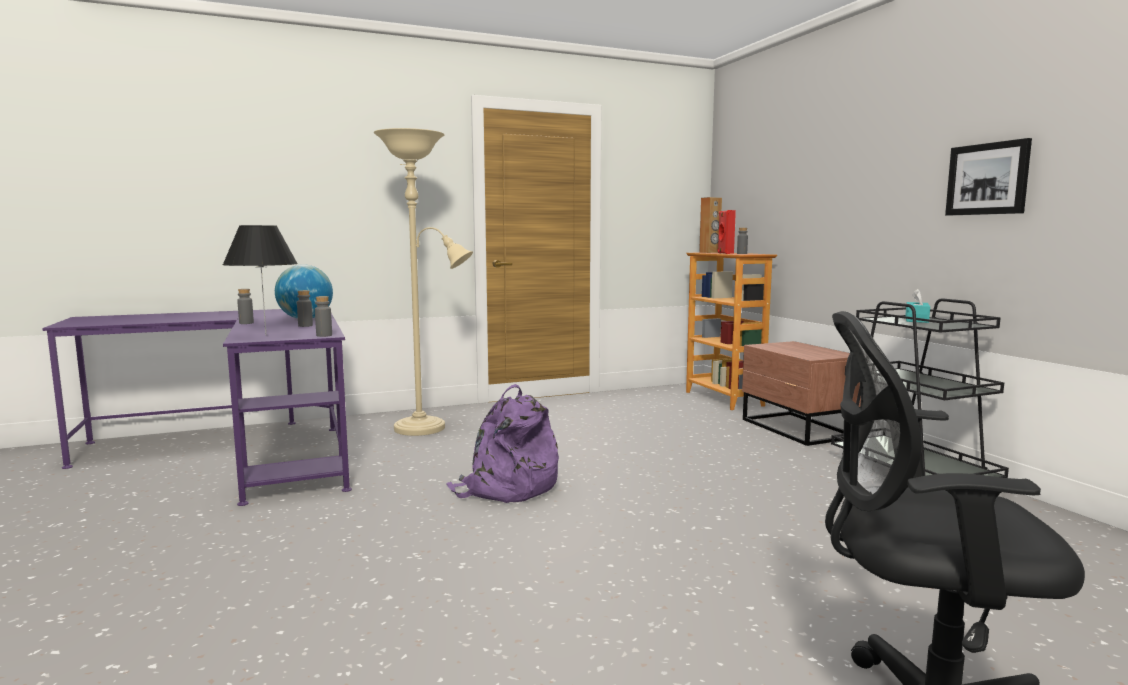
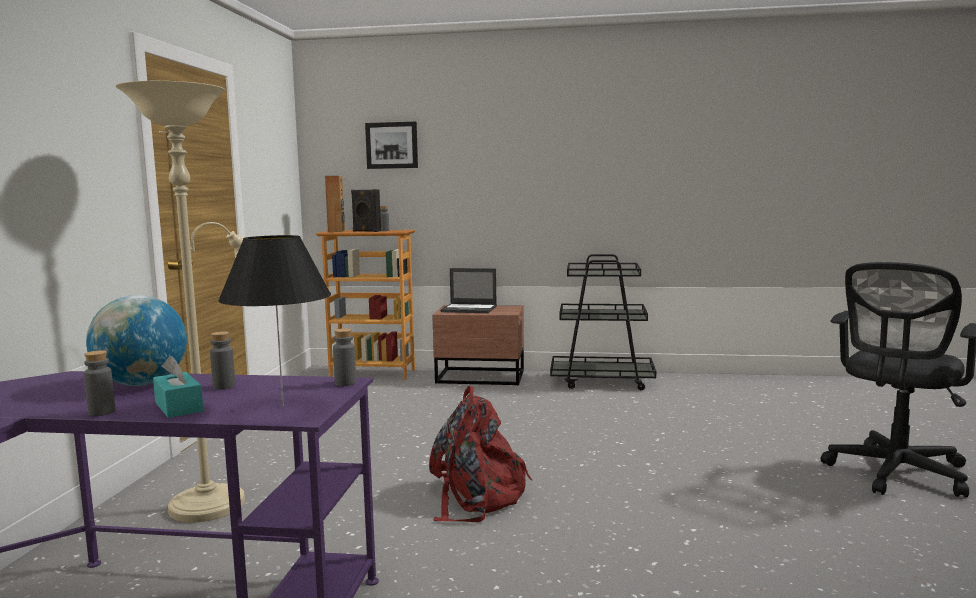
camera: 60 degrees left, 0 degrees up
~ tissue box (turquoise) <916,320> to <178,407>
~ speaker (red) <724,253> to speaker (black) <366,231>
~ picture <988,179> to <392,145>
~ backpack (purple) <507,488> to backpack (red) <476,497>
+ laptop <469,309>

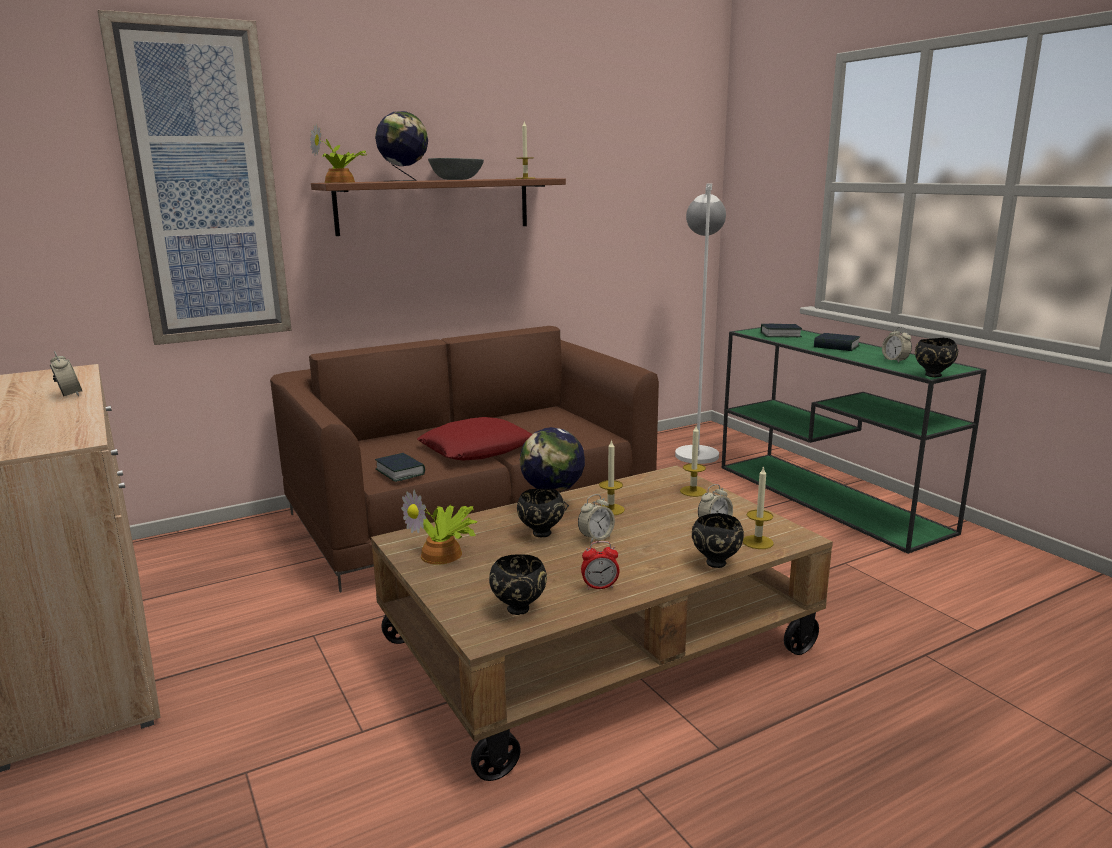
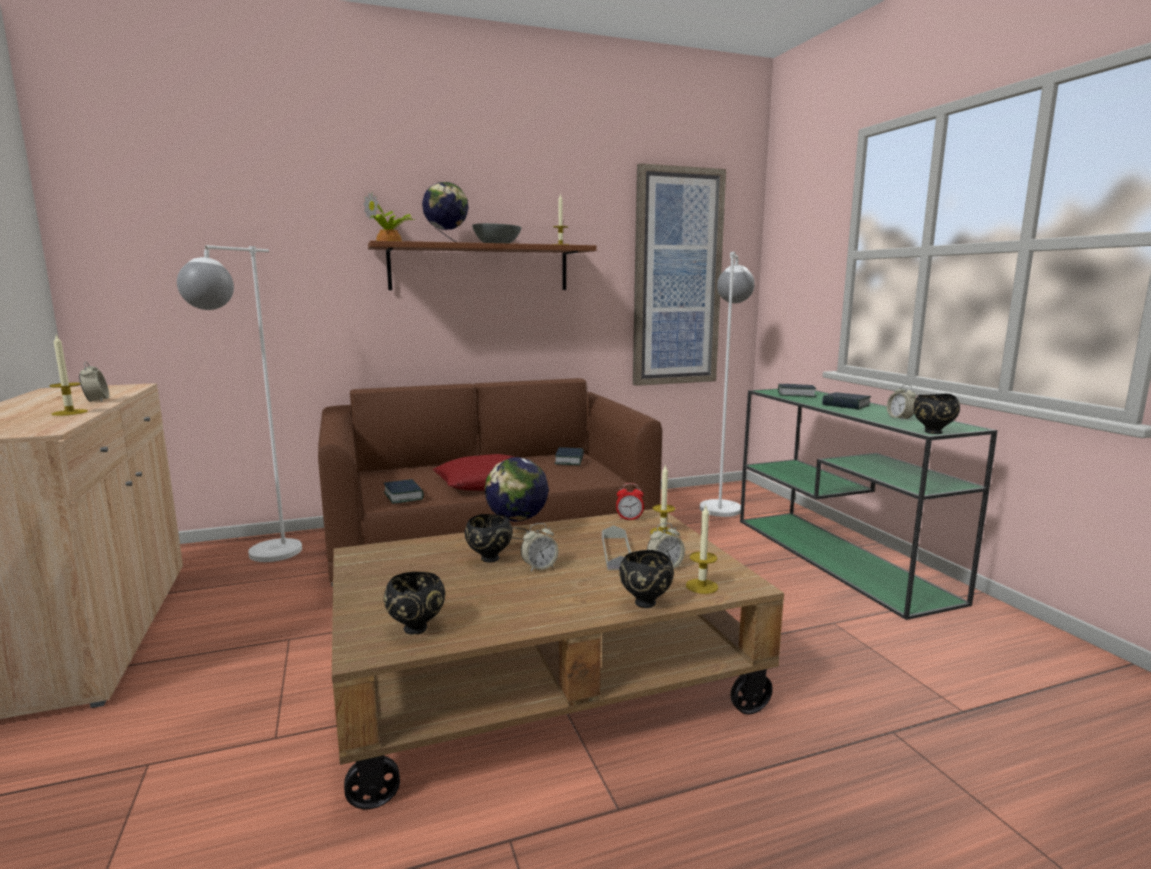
camera: 10 degrees right, 5 degrees down
~ candle <610,509> to <70,412>
+ floor lamp (white) <262,559>
+ book <569,460>
+ tray (grey) <616,553>
~ alarm clock <600,587> to <629,519>
~ picture <202,185> to <676,278>
- potted plant <444,554>

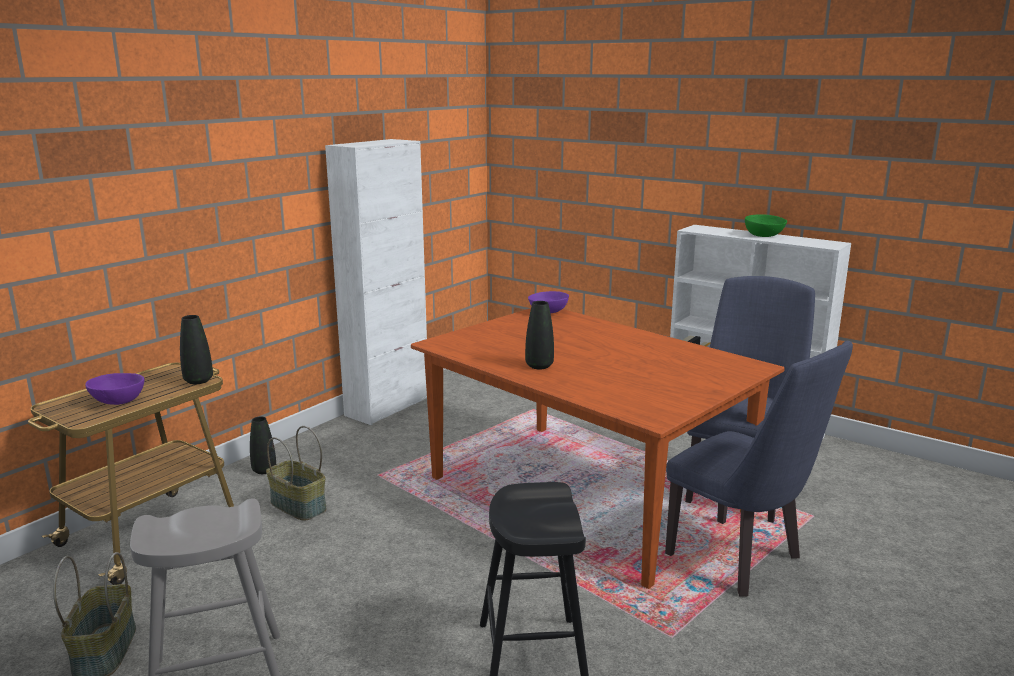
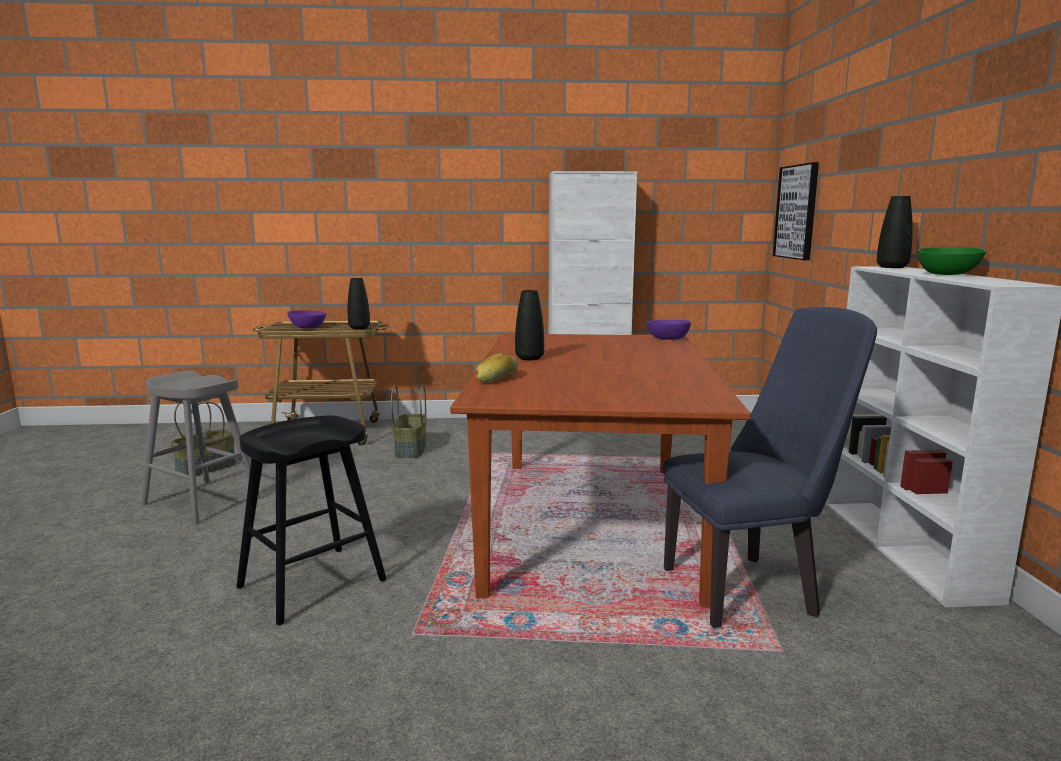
camera: 50 degrees right, 5 degrees down
+ bread <497,378>
+ picture <797,212>
~ vase (black) <264,470> to <892,267>
- chair (blue) <742,560>

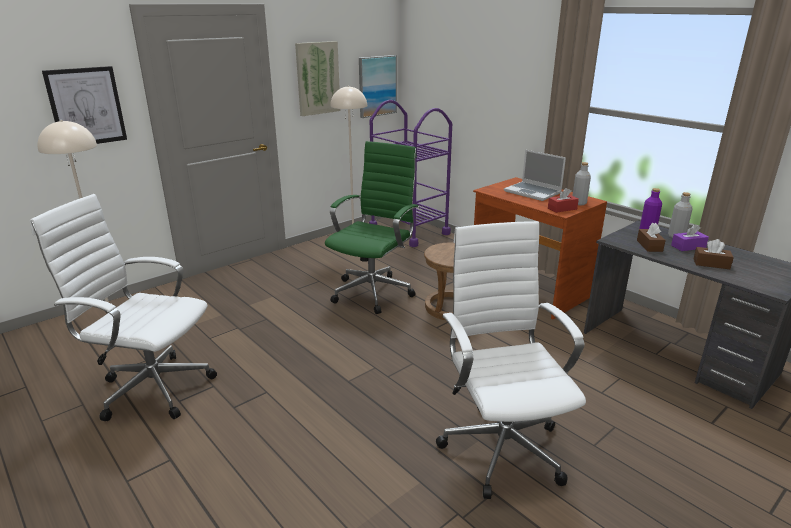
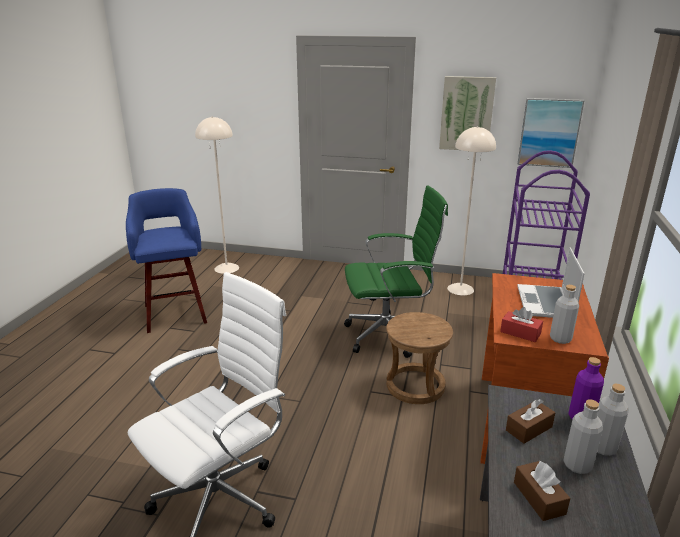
camera: 55 degrees right, 0 degrees up
~ office chair (white) <151,388> to stool (blue) <175,312>
~ tissue box (purple) <688,247> to bottle (grey) <577,465>
- picture <86,106>

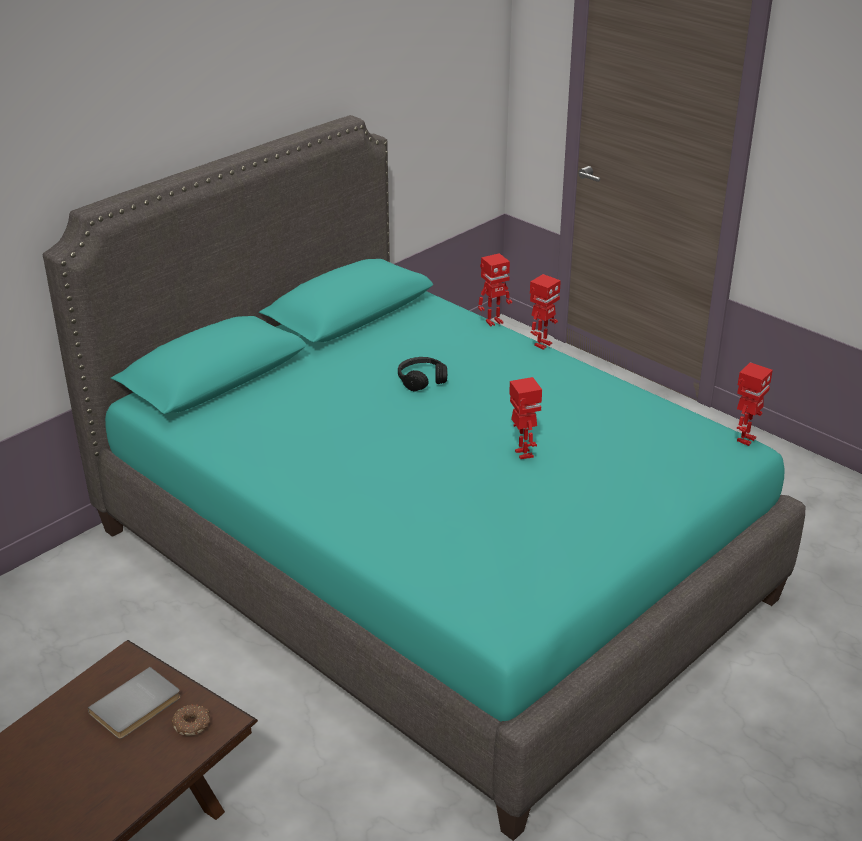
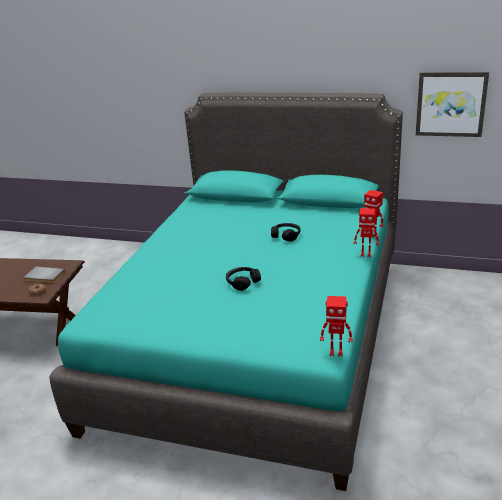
camera: 65 degrees right, 5 degrees down
~ toy robot <523,454> to headphones (black) <242,282>
+ picture <450,104>

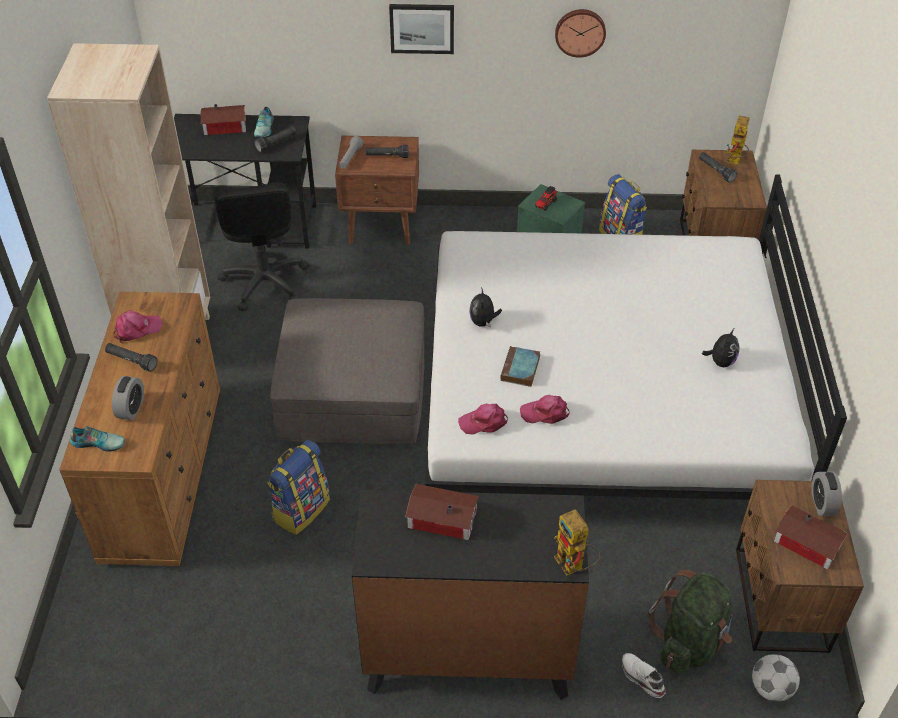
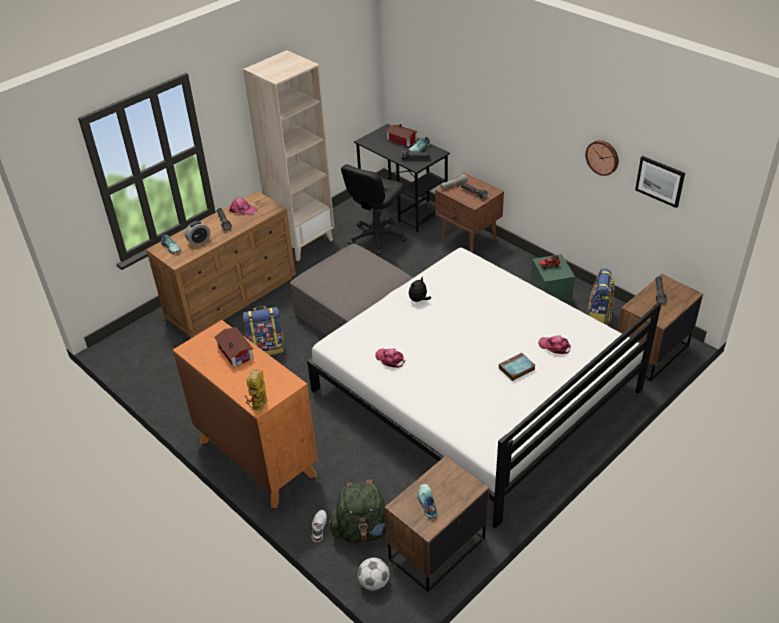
camera: 45 degrees right, 5 degrees down
~ dresser (black) <467,655> to dresser (orange) <257,458>
~ toy house <808,546> to shoe <426,503>
~ book <520,370> to <516,369>
~ cap (pink) <484,422> to <554,346>
~ picture <422,28> to <660,181>
- plush toy <720,362>
- toy robot <735,161>
- alarm clock <822,503>

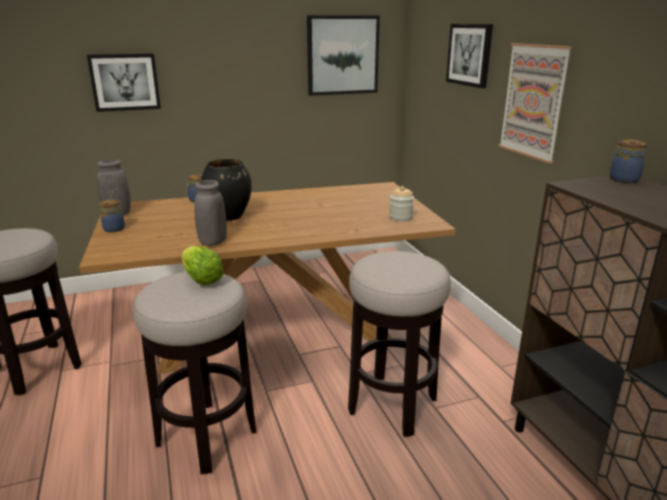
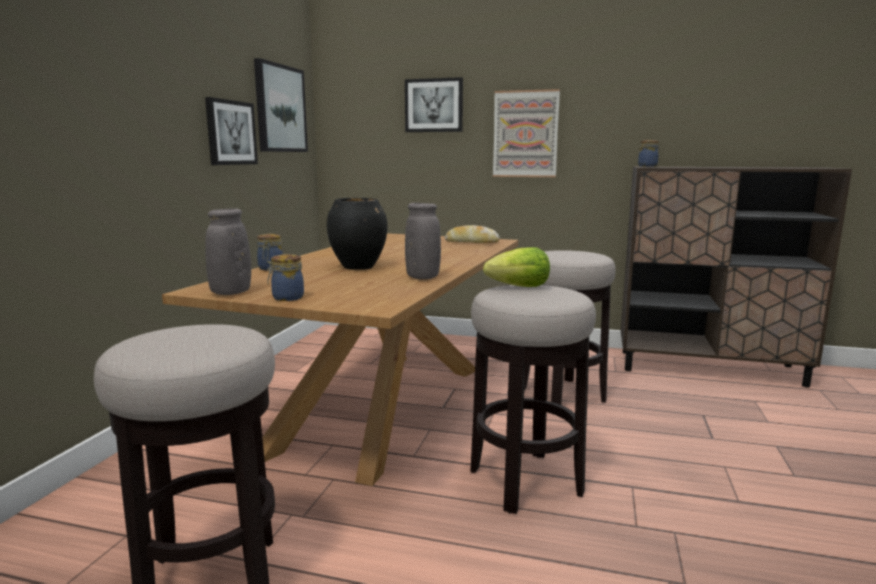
camera: 55 degrees left, 10 degrees down
~ picture <125,82> to <230,133>
~ jar <400,217> to bread <471,242>

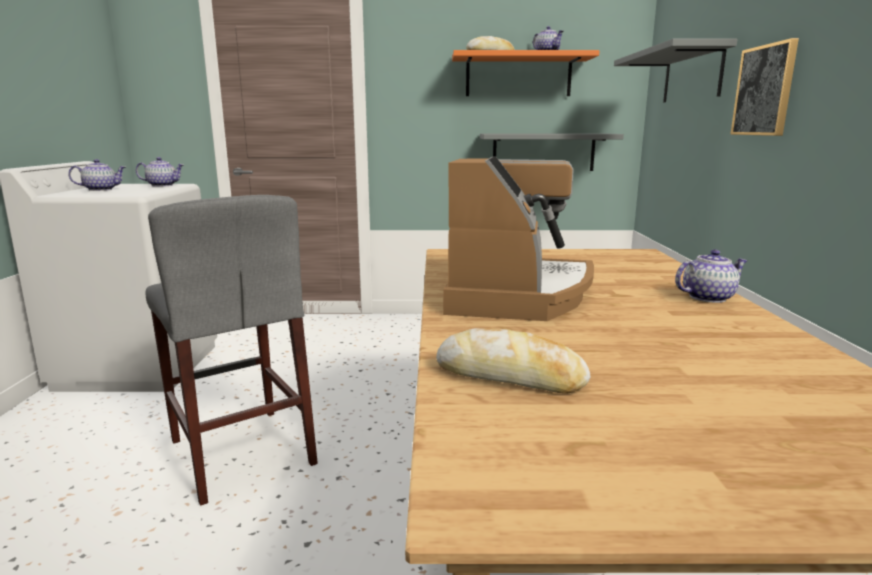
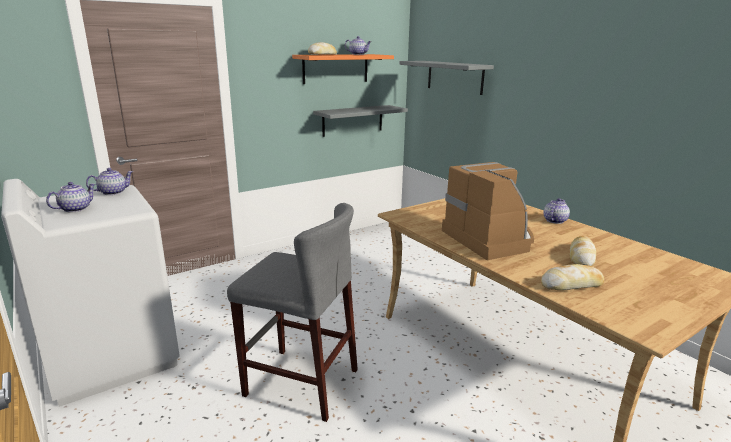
camera: 35 degrees left, 5 degrees up
+ bread <581,257>
- picture <764,90>

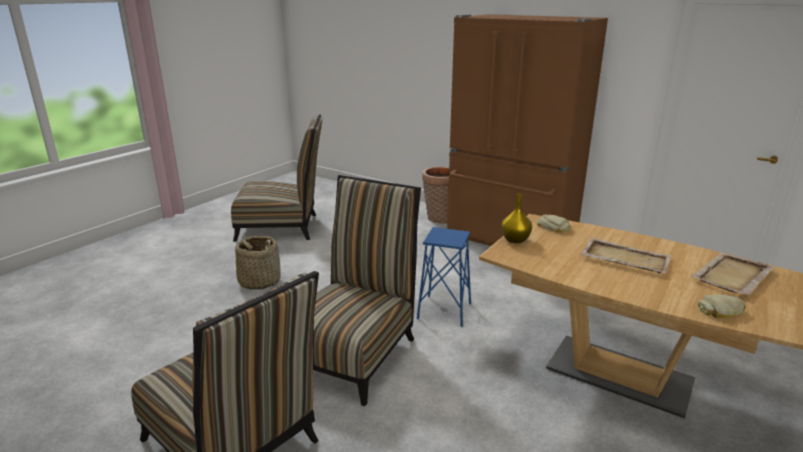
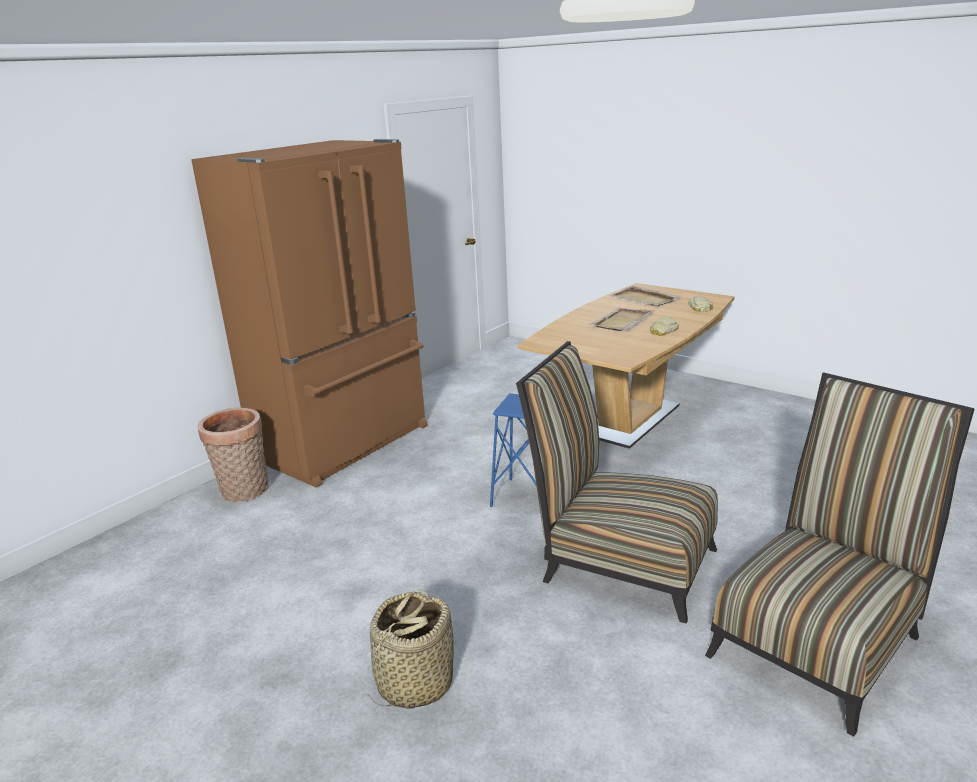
camera: 85 degrees left, 0 degrees up
~ bread <553,227> to <662,331>
- chair <283,227>
- vase (yellow) <514,239>

